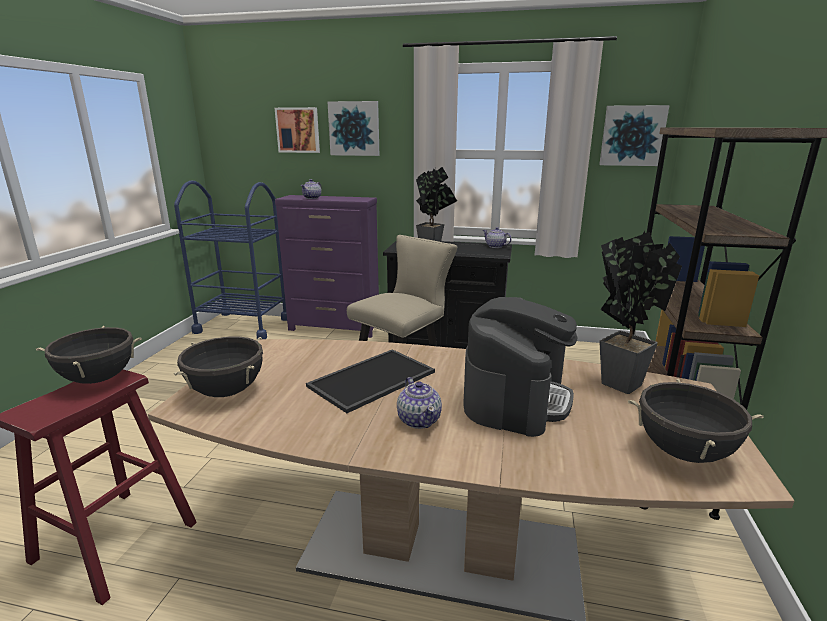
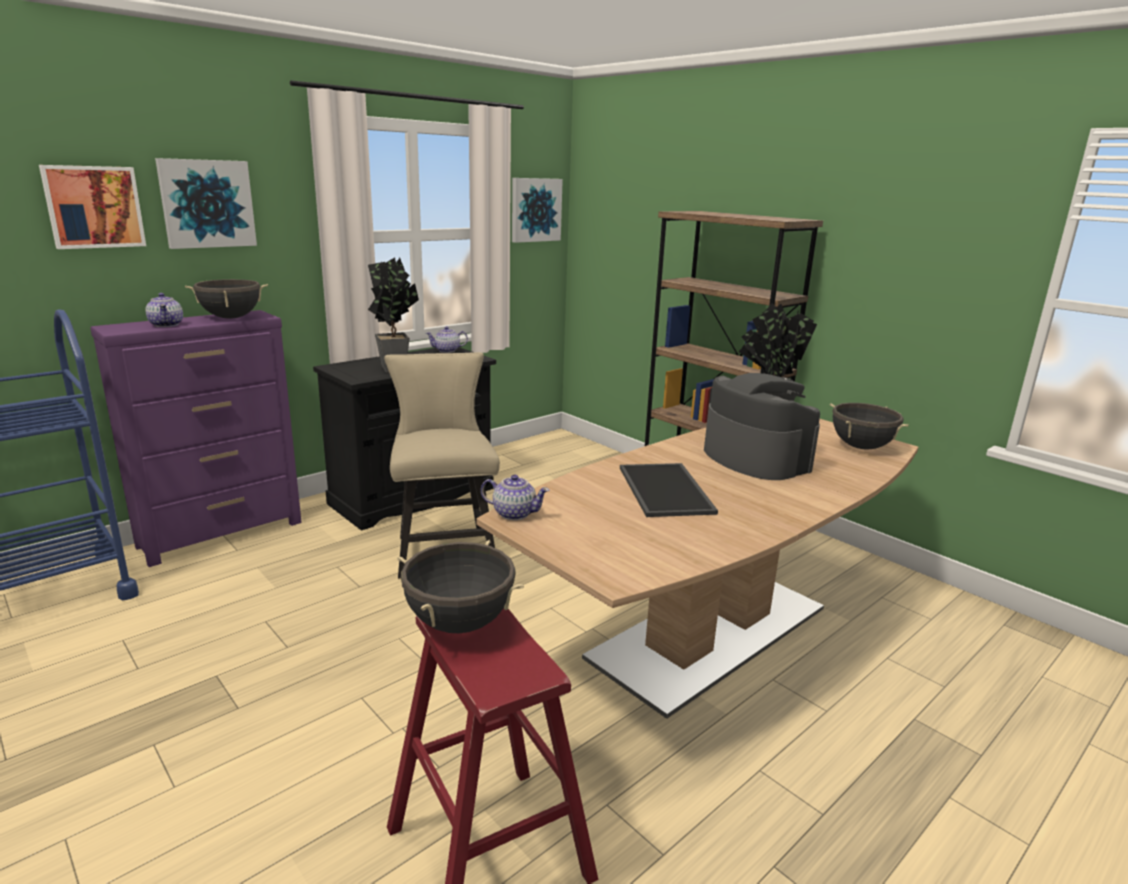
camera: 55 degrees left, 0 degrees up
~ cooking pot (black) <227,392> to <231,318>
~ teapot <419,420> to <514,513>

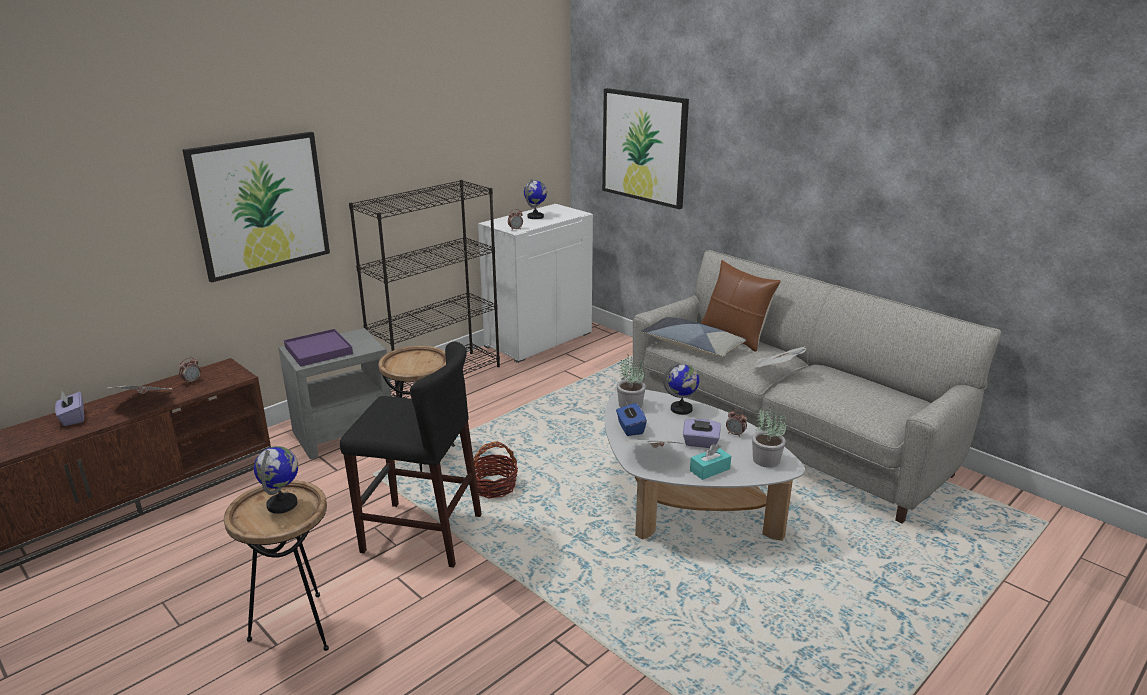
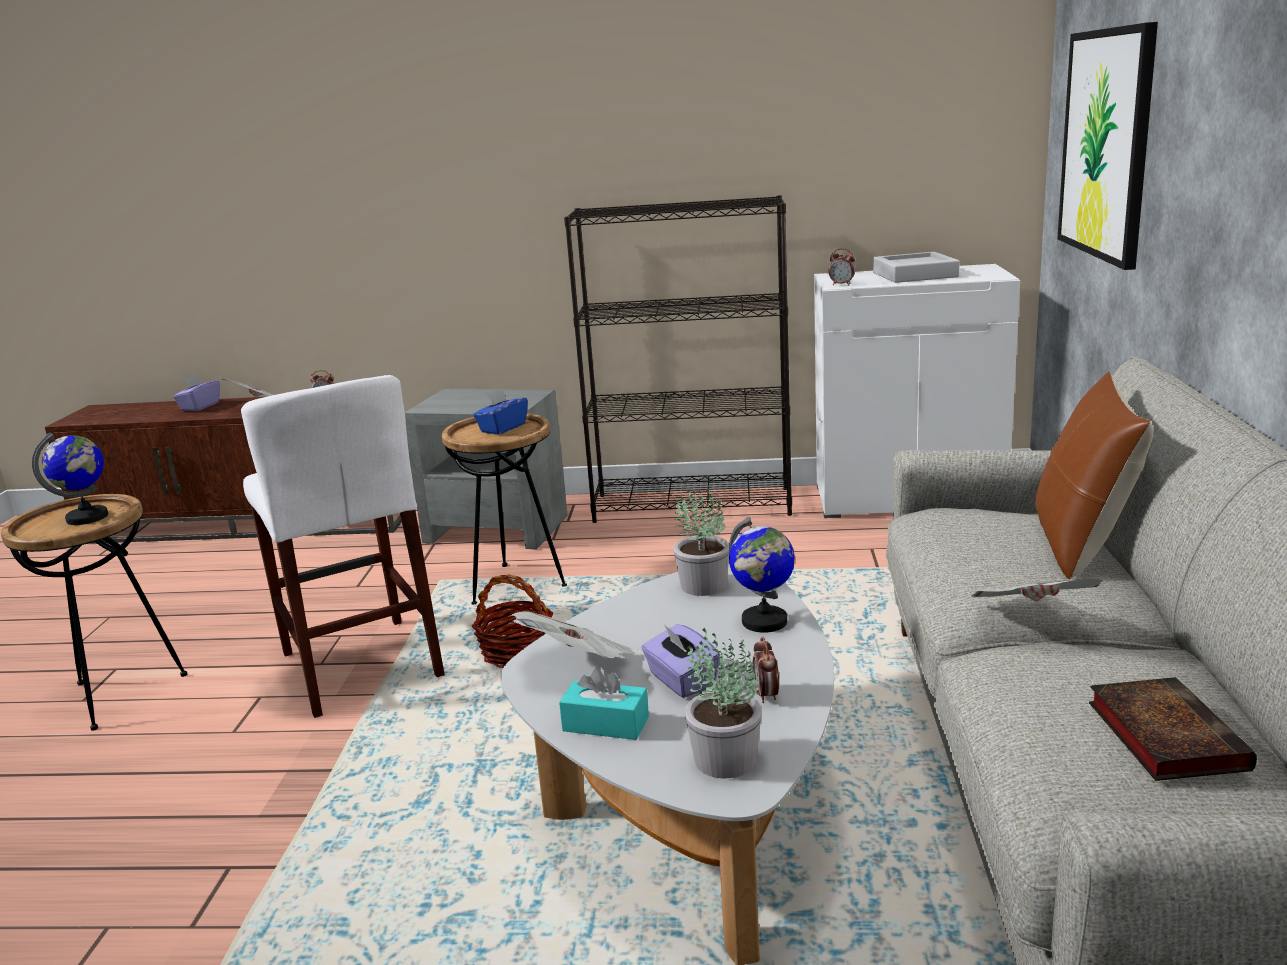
camera: 50 degrees right, 5 degrees down
~ stool (black) <422,533> to stool (white) <361,664>
~ tissue box (blue) <630,428> to <502,428>
~ globe <535,217> to tray (grey) <914,275>
+ book <1162,734>
- picture <260,205>
- tray (purple) <318,350>
- pillow <692,346>

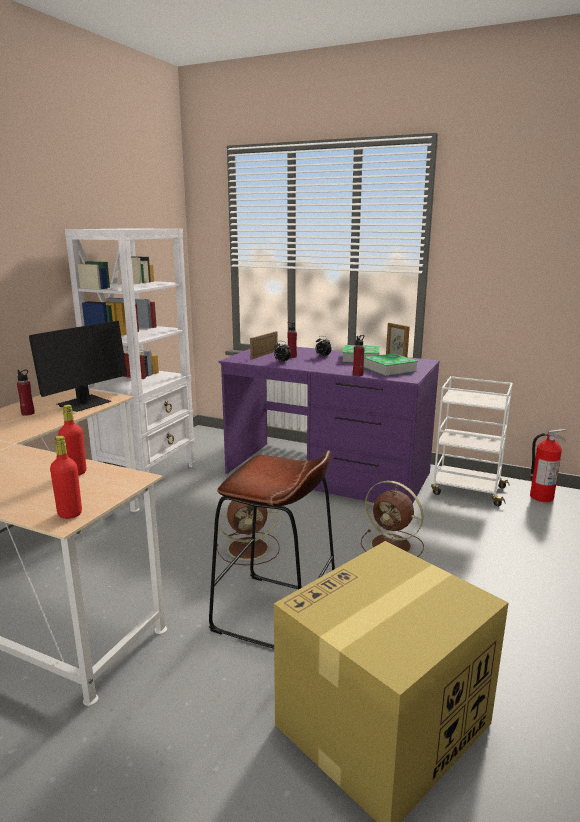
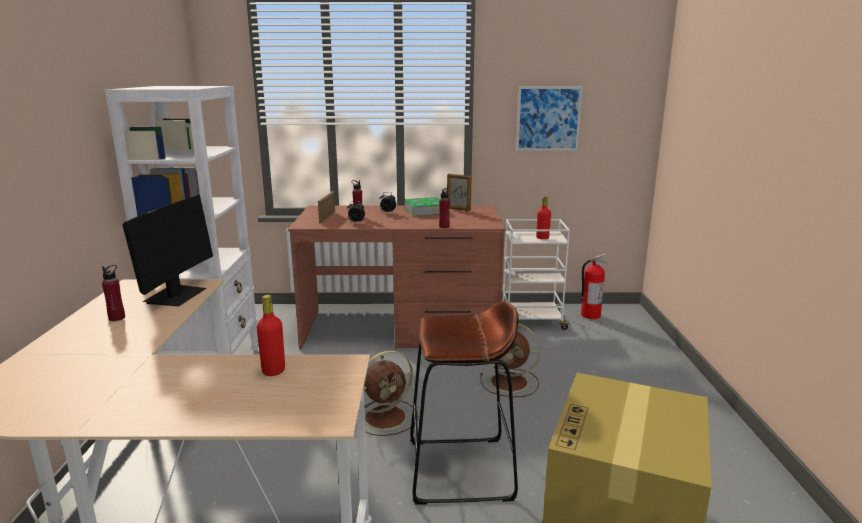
camera: 25 degrees left, 0 degrees up
~ desk (purple) <327,473> to desk (brown) <401,329>
+ picture <548,118>
~ bottle (red) <70,514> to <542,238>
- book <389,369>

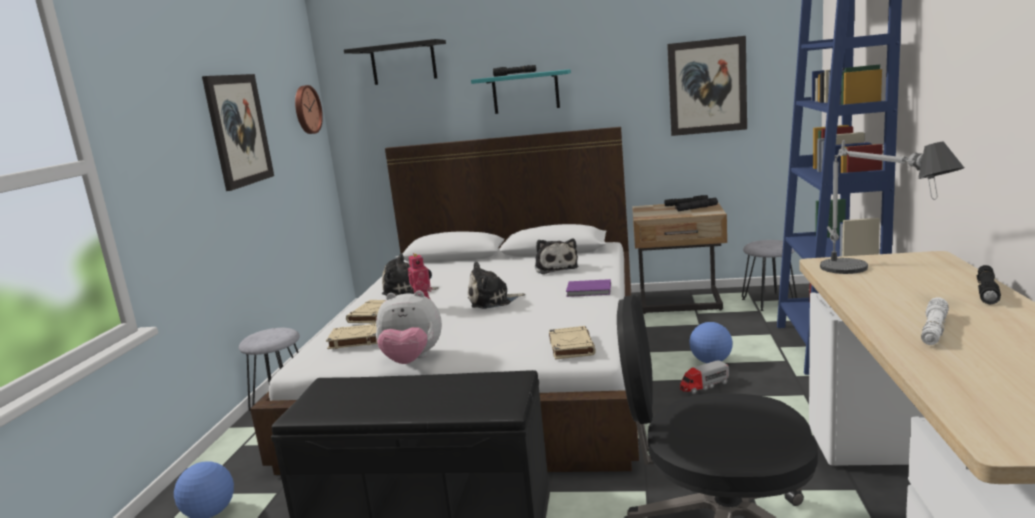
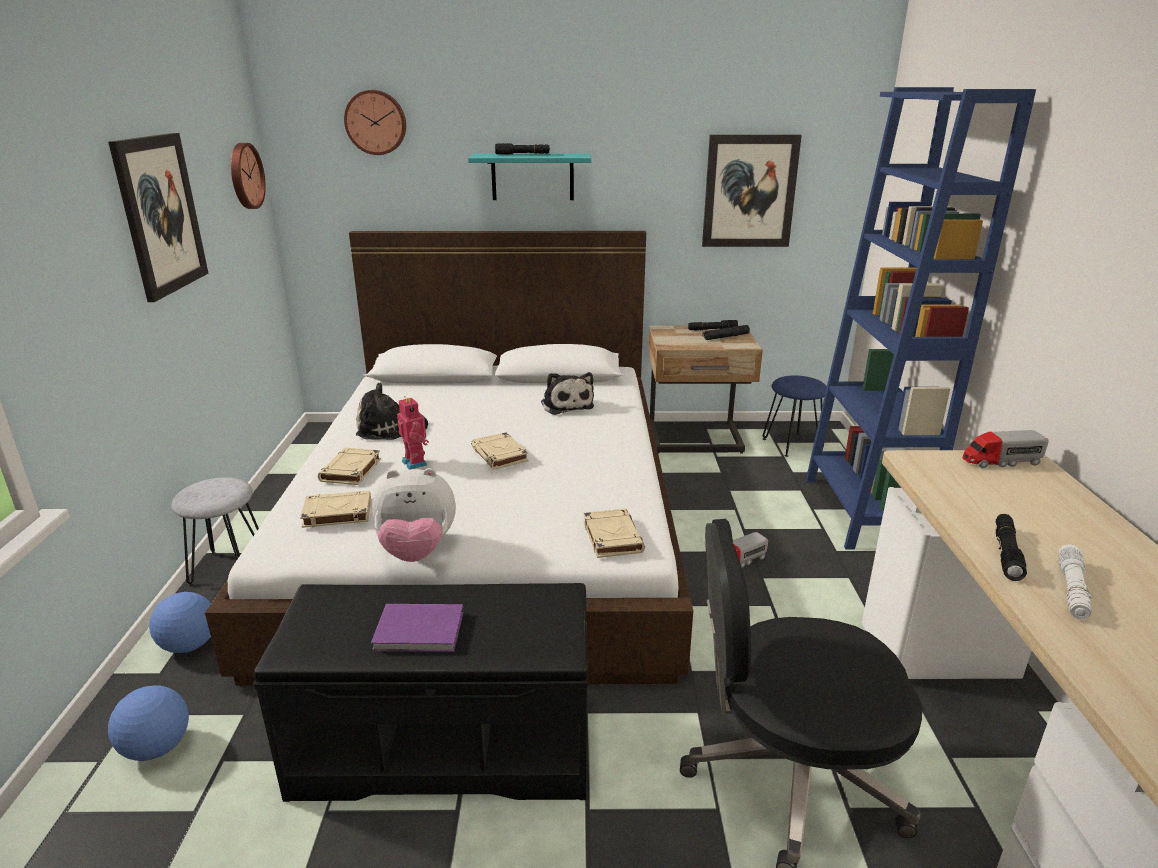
camera: 10 degrees left, 10 degrees up
~ football <711,362> to <190,645>
~ shelf (black) <403,63> to wall clock <376,122>
~ book (purple) <590,290> to <421,632>
~ plush toy <492,301> to book (beige) <500,455>
~ stool (grey) <769,301> to stool (blue) <792,444>
+ toy truck <1000,461>
~ flashlight (black) <987,291> to <1006,553>
- table lamp <877,279>

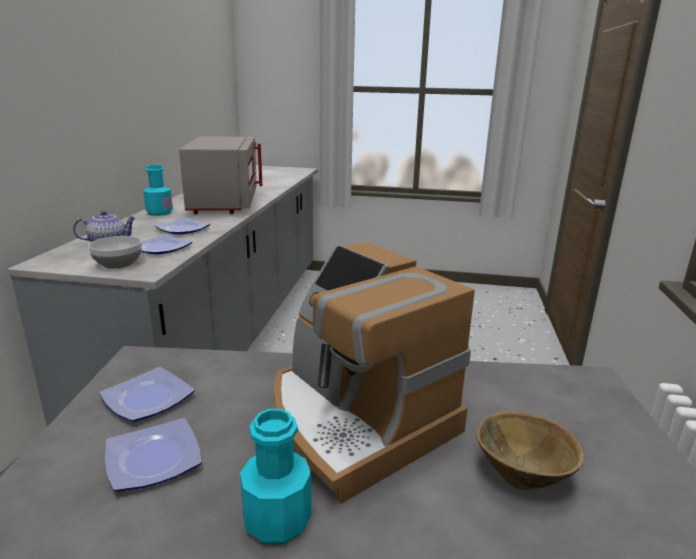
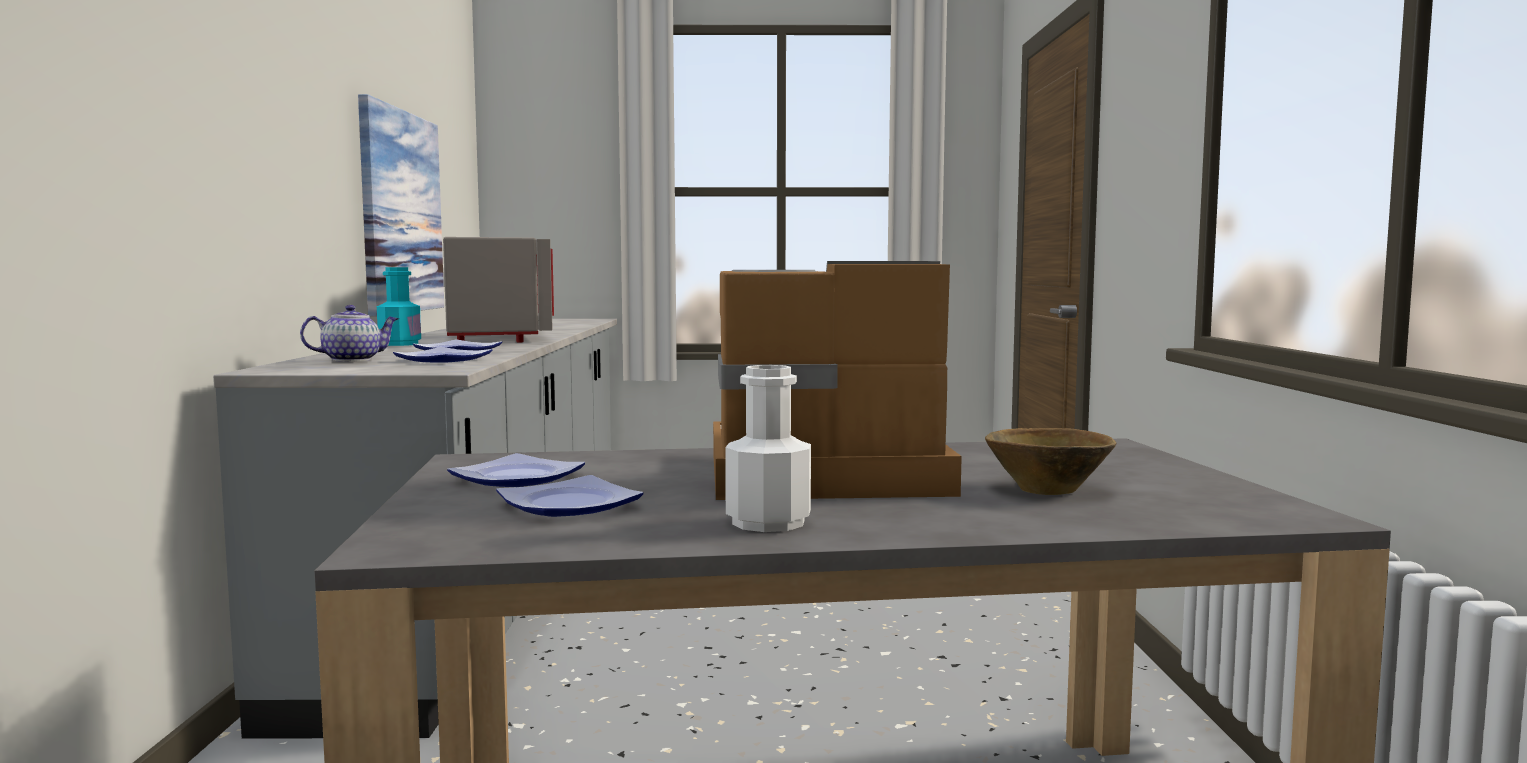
camera: 10 degrees left, 15 degrees down
+ picture <401,212>
~ coffee machine <356,419> = <820,475> 135 degrees clockwise
~ bottle (turquoise) <277,520> to bottle (white) <768,522>
- bowl <119,264>

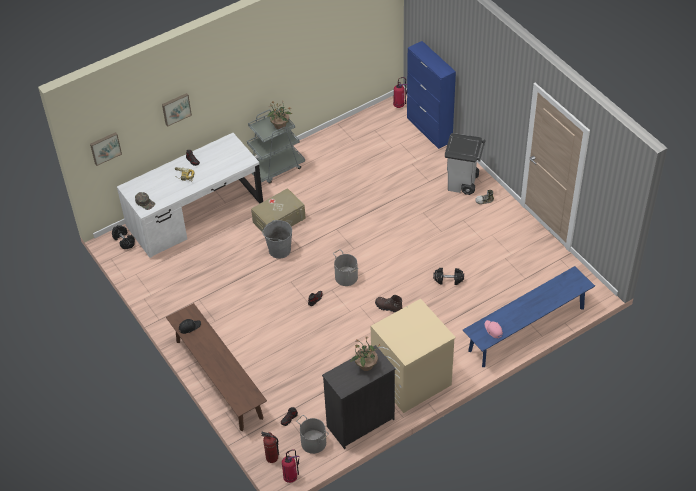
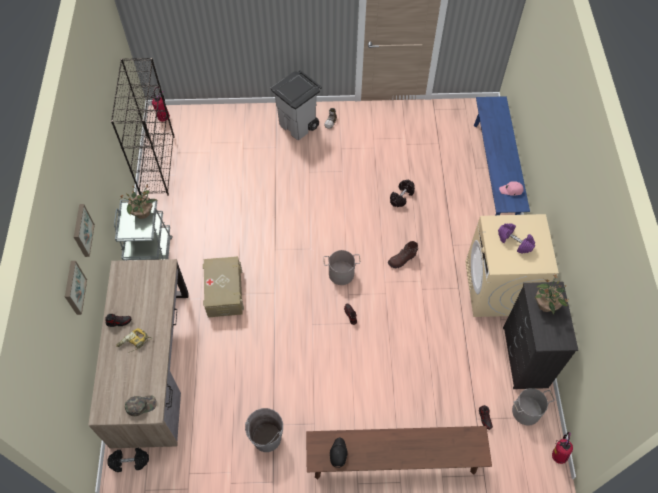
camera: 60 degrees left, 10 degrees up
~ picture <105,148> to <82,230>
~ desk (white) <195,214> to desk (brown) <151,366>
+ bookcase (black) <157,165>
~ bucket (grey) <279,250> to <266,438>
+ dumbbell (purple) <514,242>
- fire extinguisher <271,458>
- cabinet (blue) <429,130>

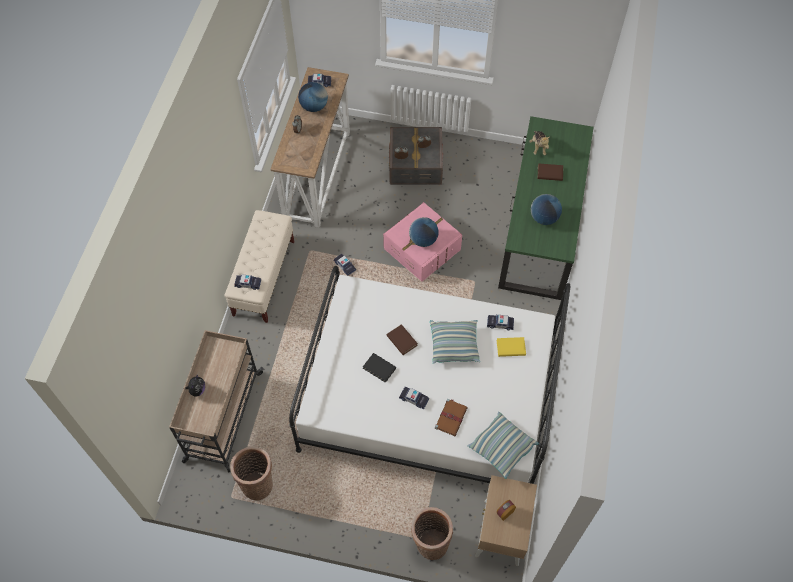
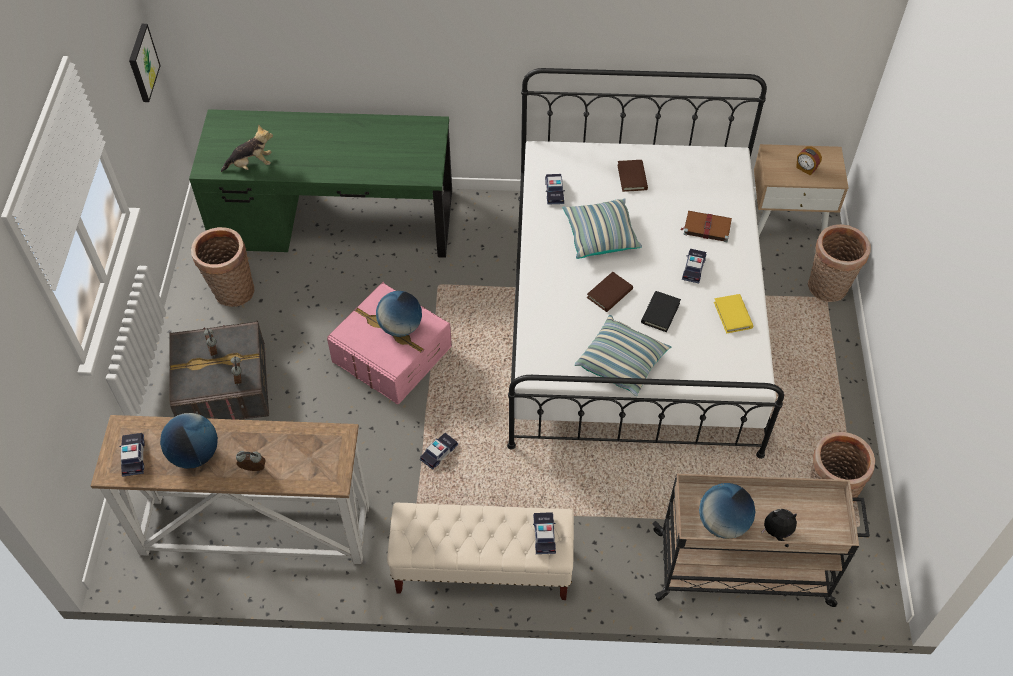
camera: 100 degrees left, 5 degrees down
+ picture <142,63>
+ basket <231,292>
~ pillow <501,448> to <621,363>
~ book (brown) <550,173> to <632,177>
~ globe <544,218> to <722,523>
~ book (yellow) <511,348> to <733,315>

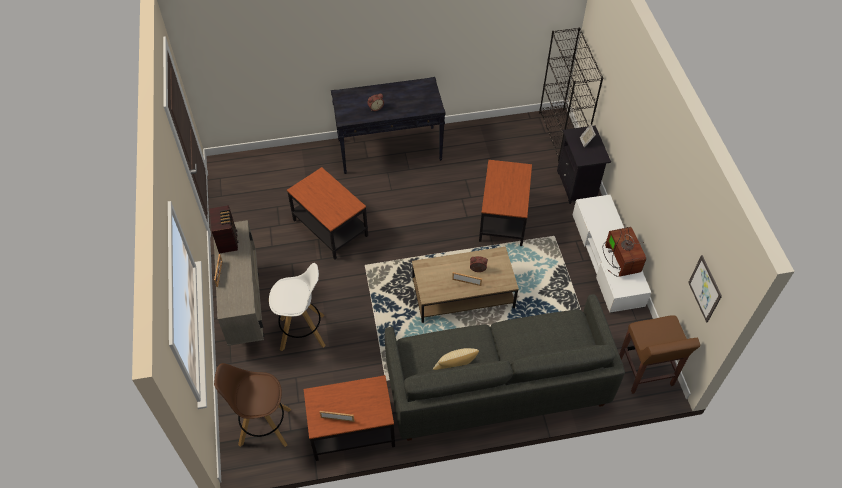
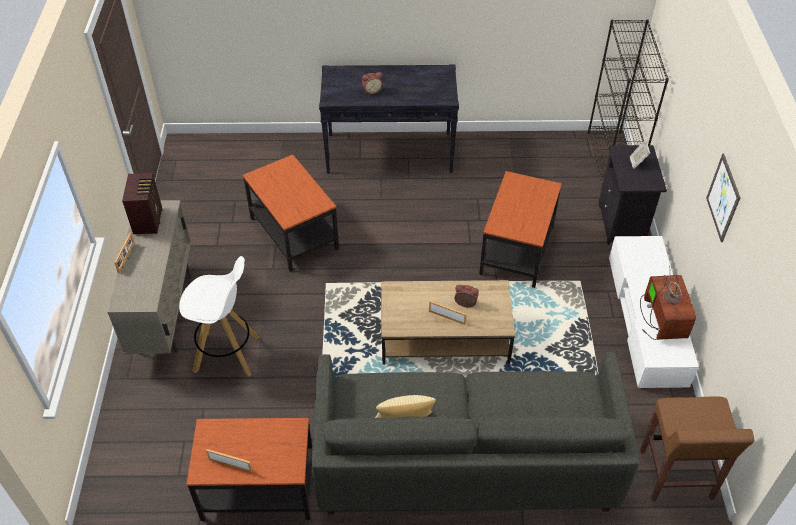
camera: 10 degrees right, 5 degrees down
~ picture <705,288> to <723,197>
- stool (brown) <264,426>

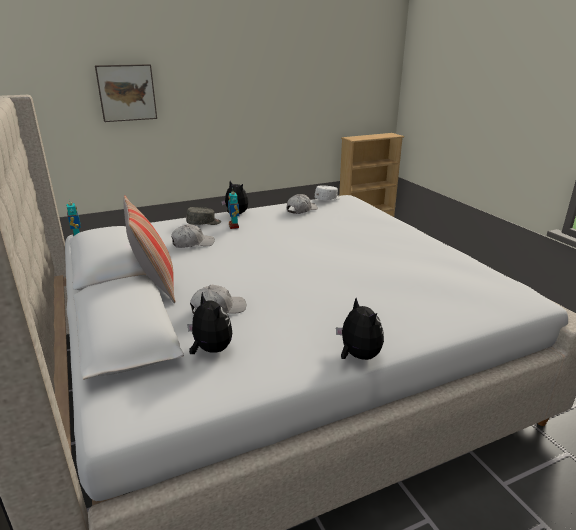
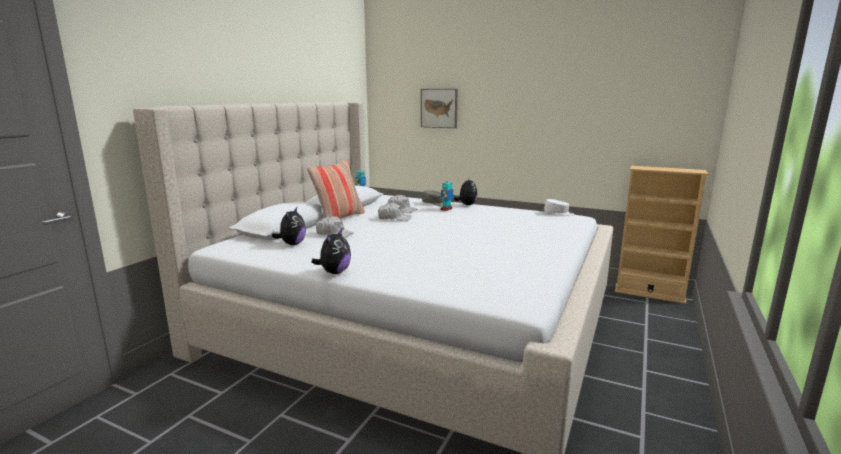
camera: 50 degrees right, 10 degrees down
~ cap (white) <301,210> to <394,218>

